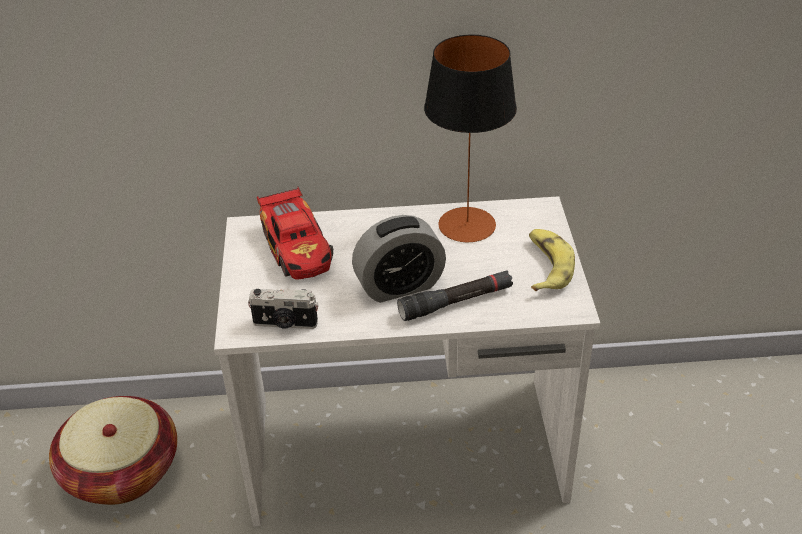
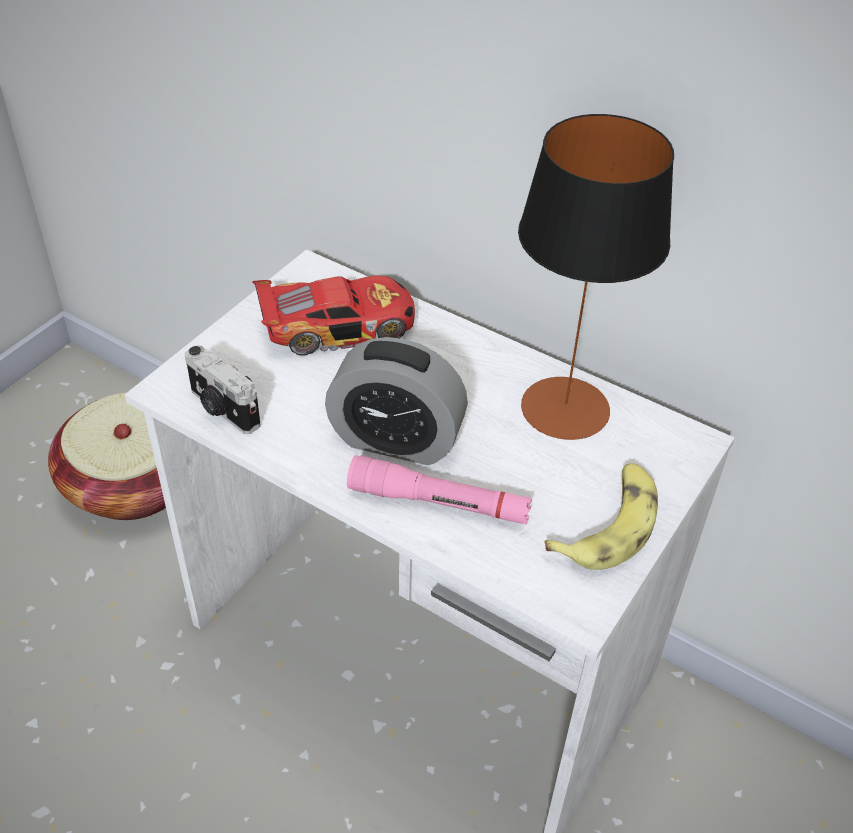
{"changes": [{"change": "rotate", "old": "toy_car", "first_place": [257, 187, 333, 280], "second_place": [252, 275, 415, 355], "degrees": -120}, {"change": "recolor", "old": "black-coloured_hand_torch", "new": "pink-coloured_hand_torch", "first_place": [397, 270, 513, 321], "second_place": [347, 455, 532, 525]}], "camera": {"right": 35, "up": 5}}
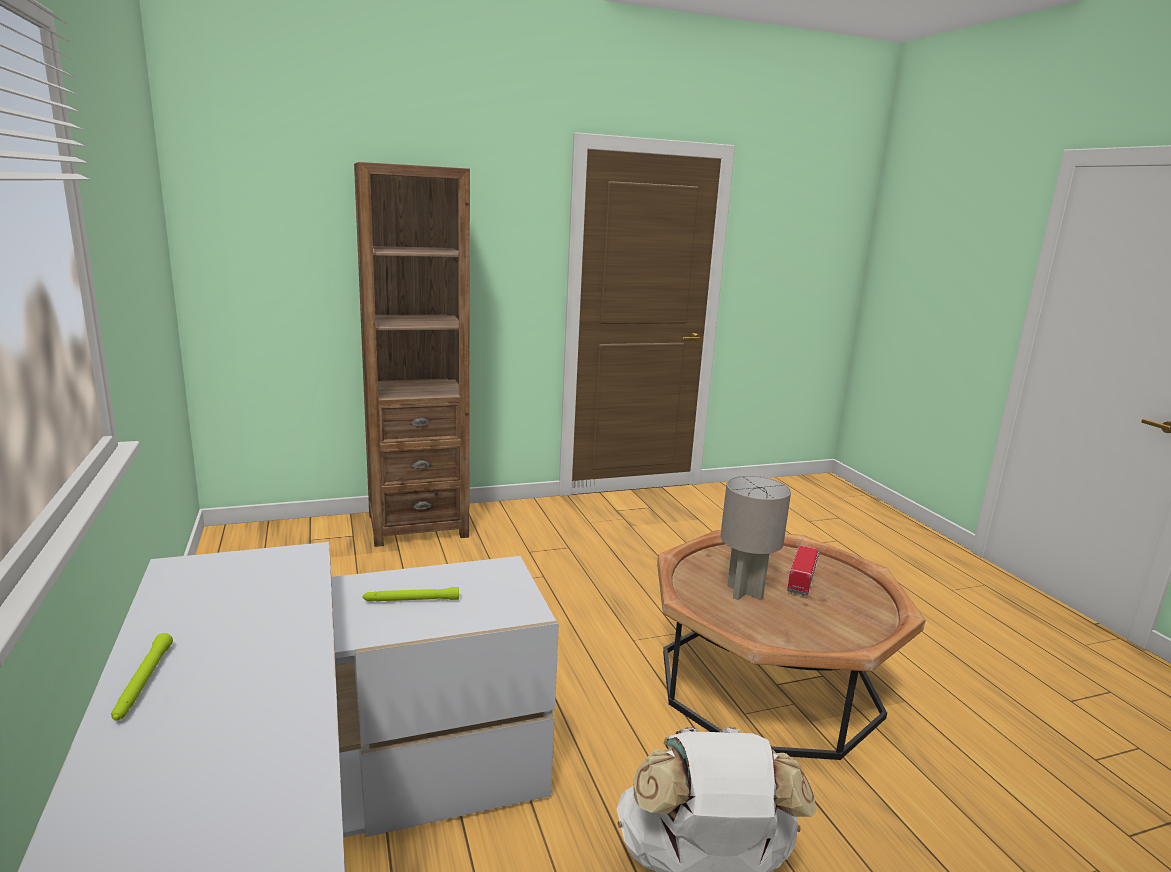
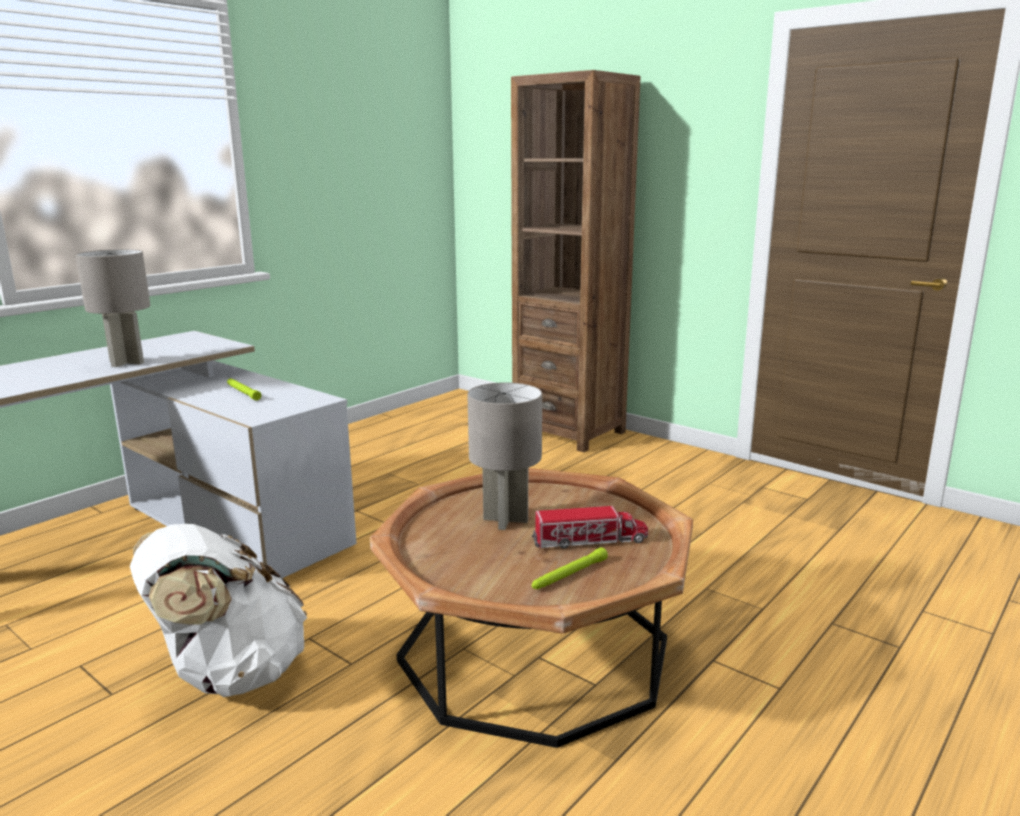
{"changes": [{"change": "insert", "new": "grey_table_lamp", "second_place": [76, 249, 151, 367]}, {"change": "move", "old": "green-coloured_hand_torch", "first_place": [111, 633, 173, 721], "second_place": [532, 547, 608, 589]}], "camera": {"right": 60, "up": 0}}
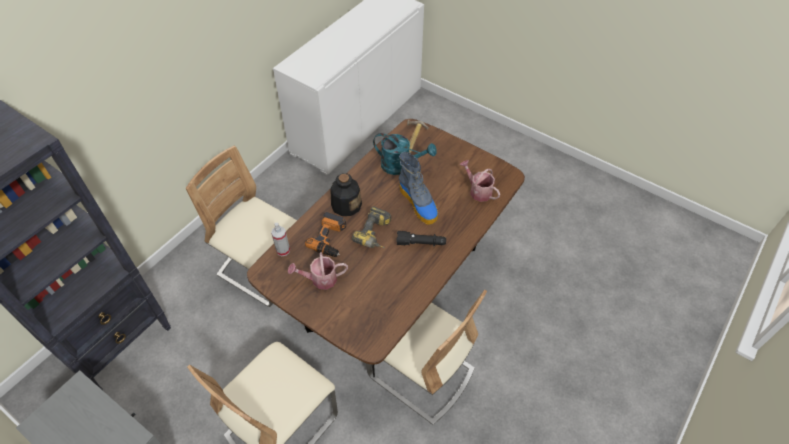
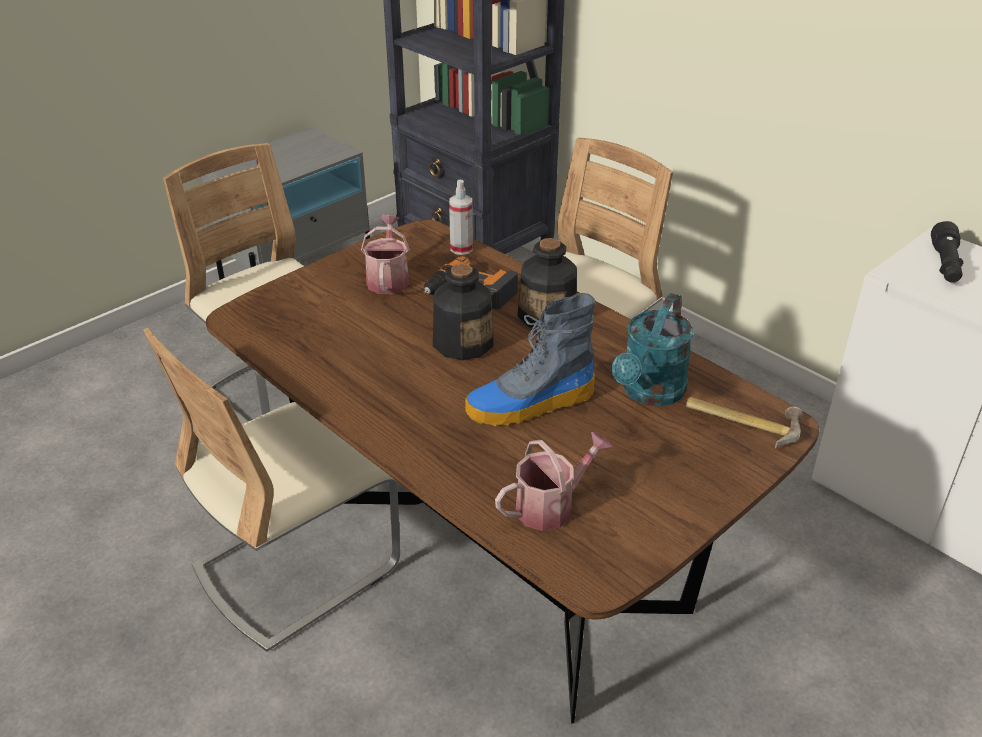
{"changes": [{"change": "replace", "old": "drill", "new": "bottle", "first_place": [352, 206, 391, 248], "second_place": [433, 264, 494, 360]}, {"change": "move", "old": "black-coloured_hand_torch", "first_place": [396, 231, 446, 246], "second_place": [931, 221, 964, 283]}], "camera": {"right": 100, "up": -15}}
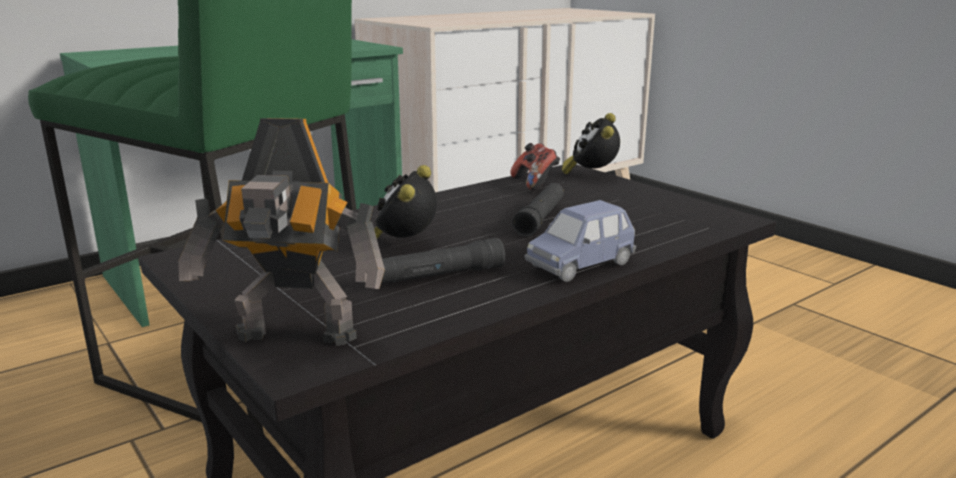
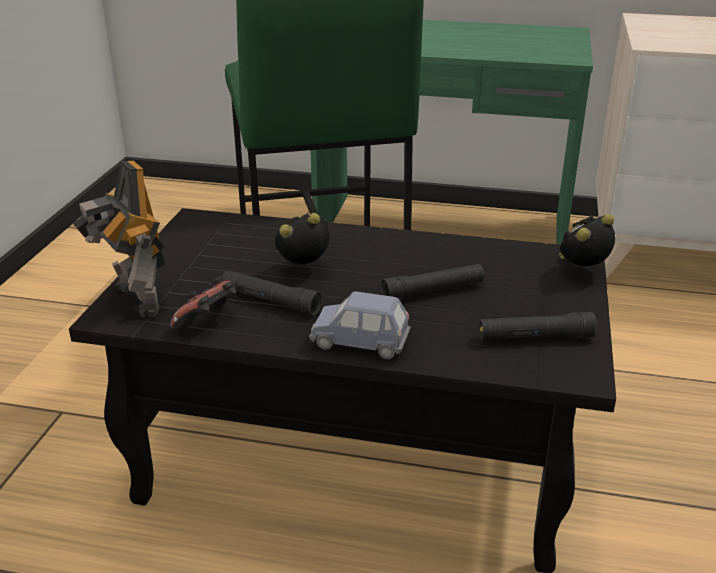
{"changes": [{"change": "move", "old": "gamepad", "first_place": [510, 143, 560, 190], "second_place": [170, 277, 236, 332]}, {"change": "insert", "new": "black-coloured_hand_torch", "second_place": [479, 312, 597, 340]}], "camera": {"right": 50, "up": 10}}
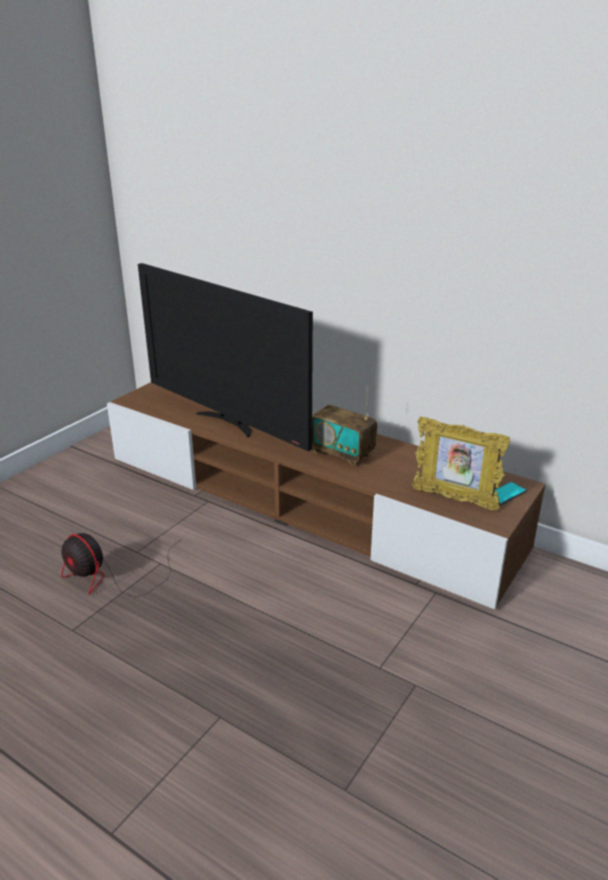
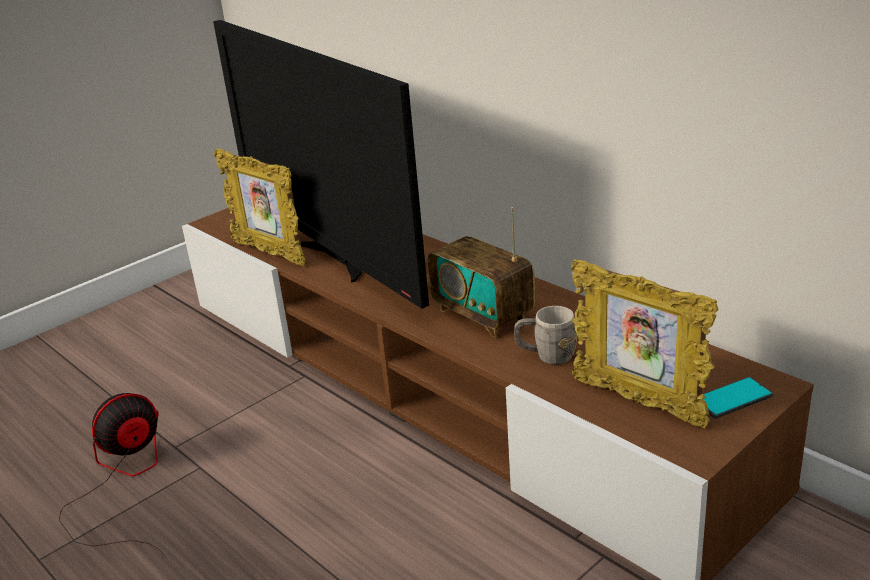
{"changes": [{"change": "rotate", "old": "cooling_fan", "first_place": [61, 533, 181, 597], "second_place": [59, 393, 167, 559], "degrees": 90}, {"change": "insert", "new": "standing_frame", "second_place": [214, 148, 305, 266]}, {"change": "insert", "new": "grey_tea_mug", "second_place": [514, 306, 577, 365]}], "camera": {"right": 15, "up": 0}}
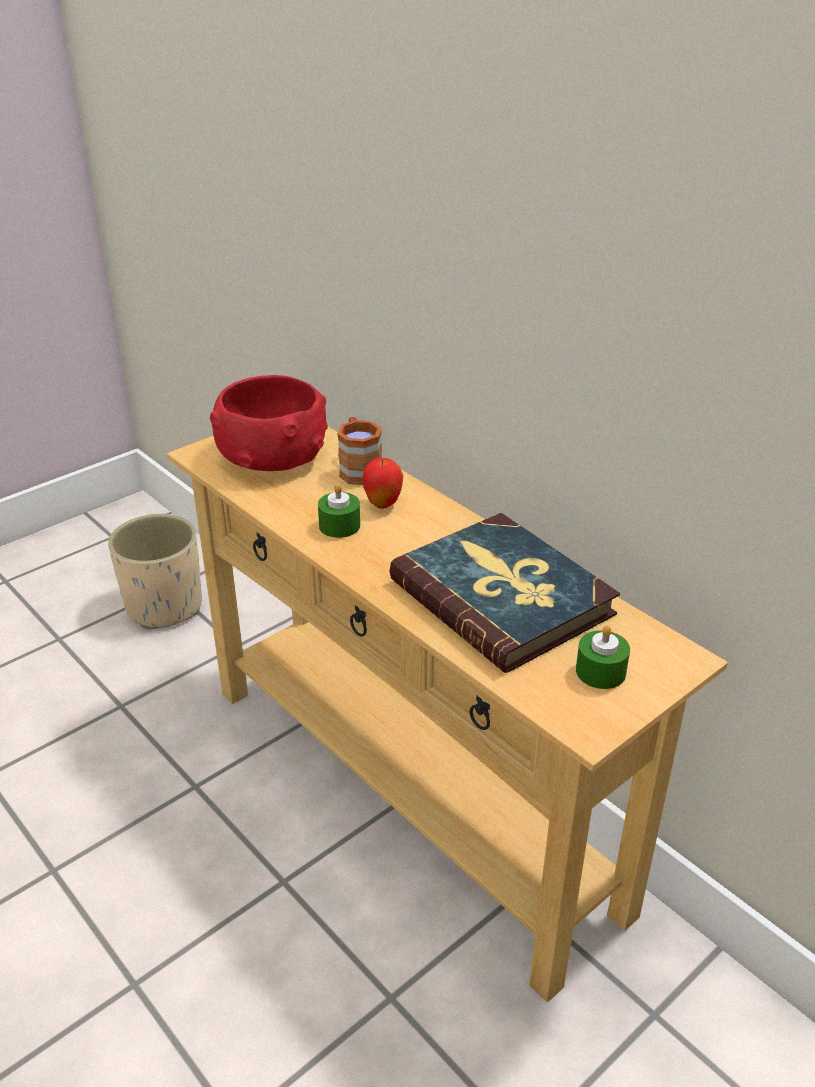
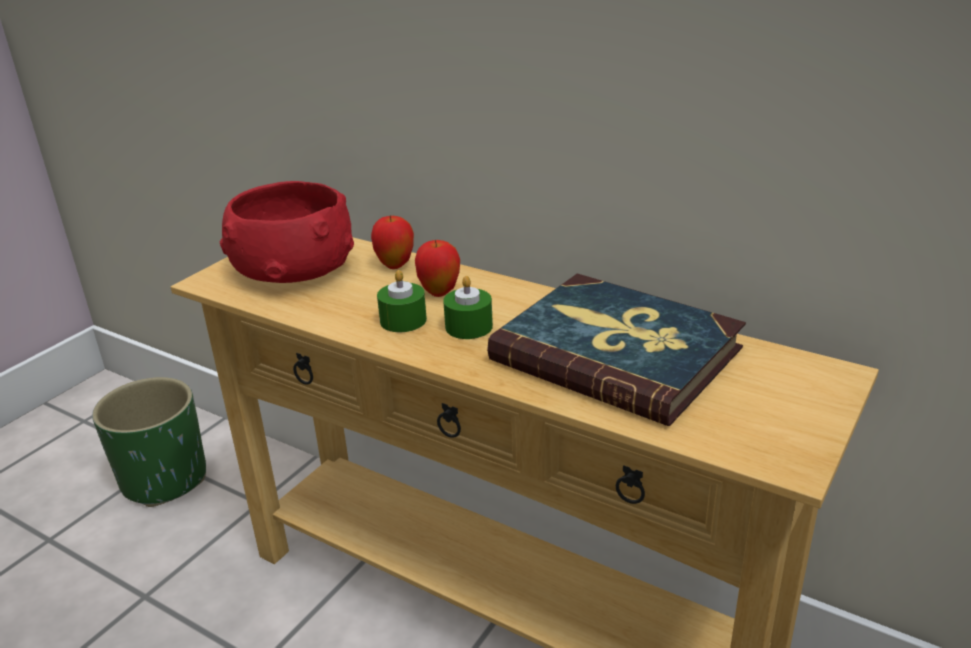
{"changes": [{"change": "recolor", "old": "beige-coloured_plant_pot", "new": "green-coloured_plant_pot", "first_place": [108, 514, 202, 629], "second_place": [92, 377, 206, 507]}, {"change": "replace", "old": "brown_tea_mug", "new": "apple_fruit", "first_place": [337, 417, 382, 485], "second_place": [371, 215, 414, 269]}, {"change": "move", "old": "green-coloured_wax_candle", "first_place": [576, 625, 630, 689], "second_place": [443, 276, 493, 339]}], "camera": {"right": -15, "up": -5}}
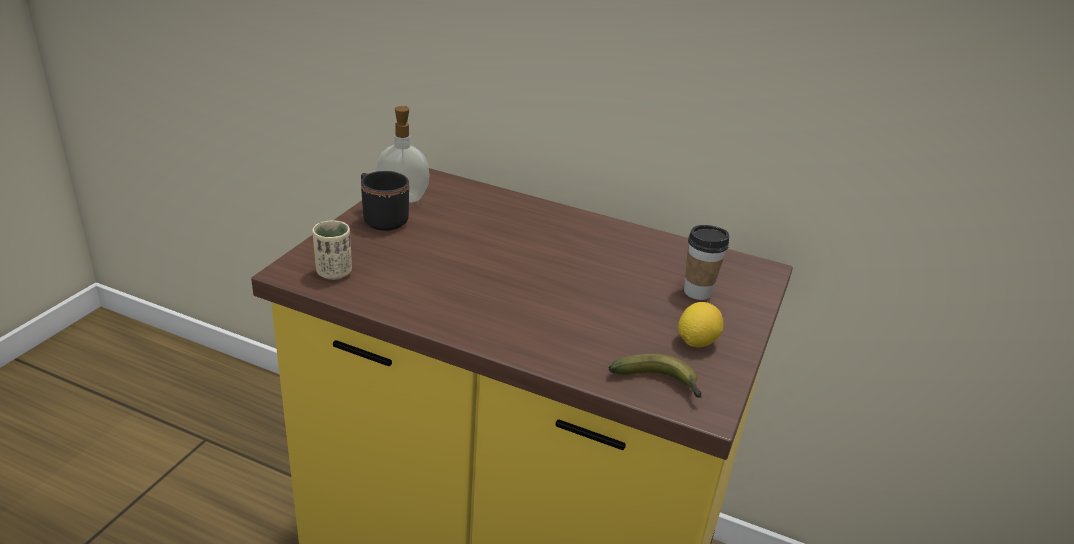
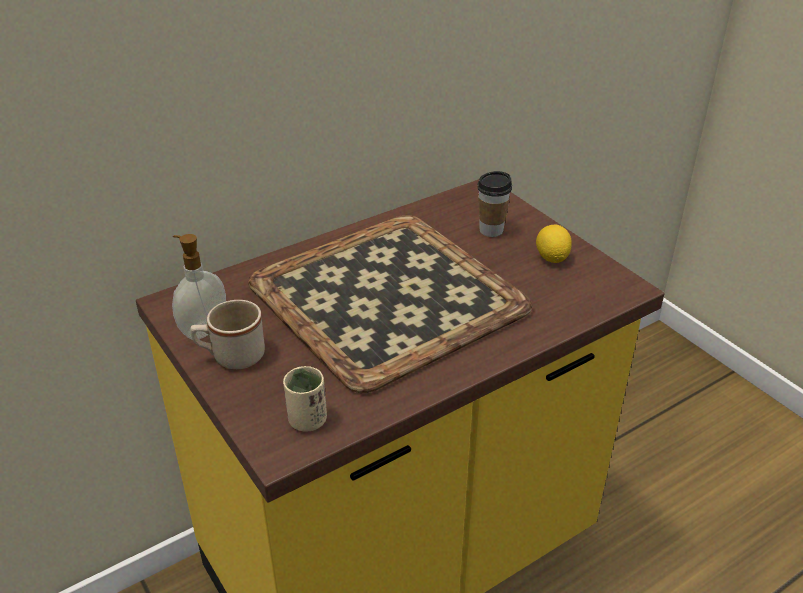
{"changes": [{"change": "recolor", "old": "black-coloured_tea_mug", "new": "beige-coloured_tea_mug", "first_place": [361, 171, 409, 231], "second_place": [190, 300, 265, 369]}, {"change": "insert", "new": "tray", "second_place": [248, 215, 532, 393]}, {"change": "delete", "old": "whole_banana", "first_place": [609, 354, 702, 398]}], "camera": {"right": -55, "up": 5}}
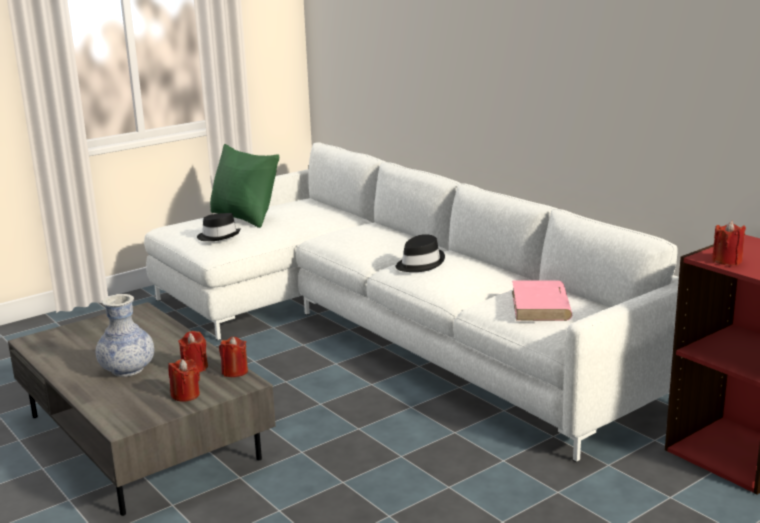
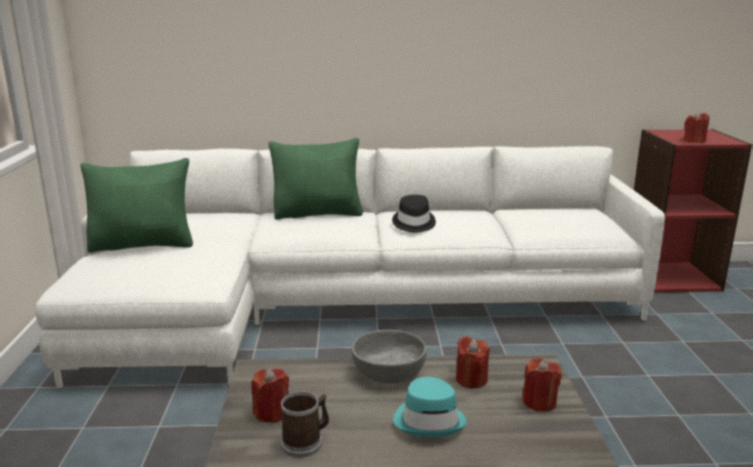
{"changes": [{"change": "move", "old": "red-coloured_wax_candle", "first_place": [219, 337, 248, 377], "second_place": [251, 368, 289, 423]}, {"change": "insert", "new": "green-coloured_pillow", "second_place": [268, 138, 363, 220]}, {"change": "insert", "new": "tea_mug", "second_place": [281, 391, 329, 458]}, {"change": "insert", "new": "grey_bowl", "second_place": [352, 330, 427, 384]}, {"change": "replace", "old": "flower_vase", "new": "turquoise-coloured_wearable_hat", "first_place": [96, 294, 154, 377], "second_place": [393, 377, 467, 437]}, {"change": "delete", "old": "black-coloured_wearable_hat", "first_place": [197, 213, 241, 241]}, {"change": "delete", "old": "pink-coloured_book", "first_place": [512, 280, 572, 321]}], "camera": {"right": -55, "up": 0}}
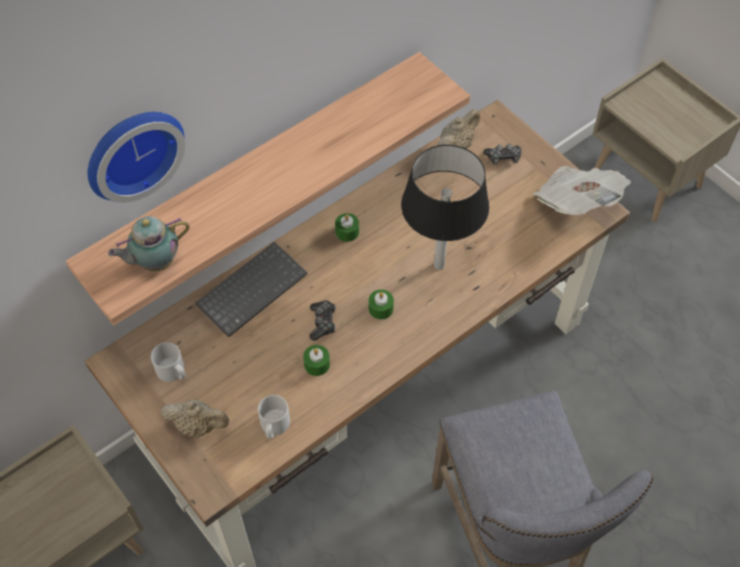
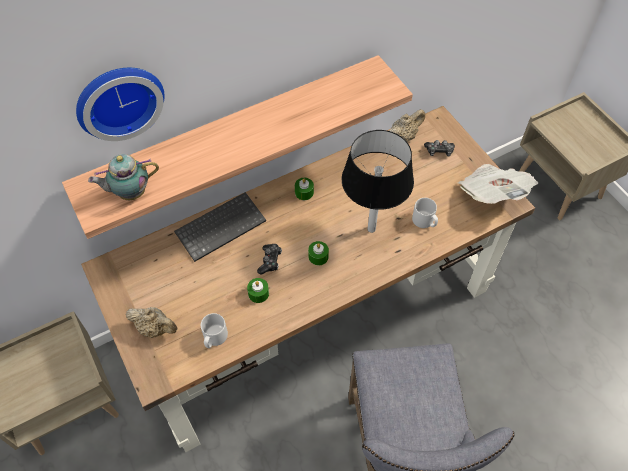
{"changes": [{"change": "move", "old": "grey_tea_mug", "first_place": [151, 342, 186, 382], "second_place": [412, 198, 438, 228]}], "camera": {"right": 10, "up": 0}}
